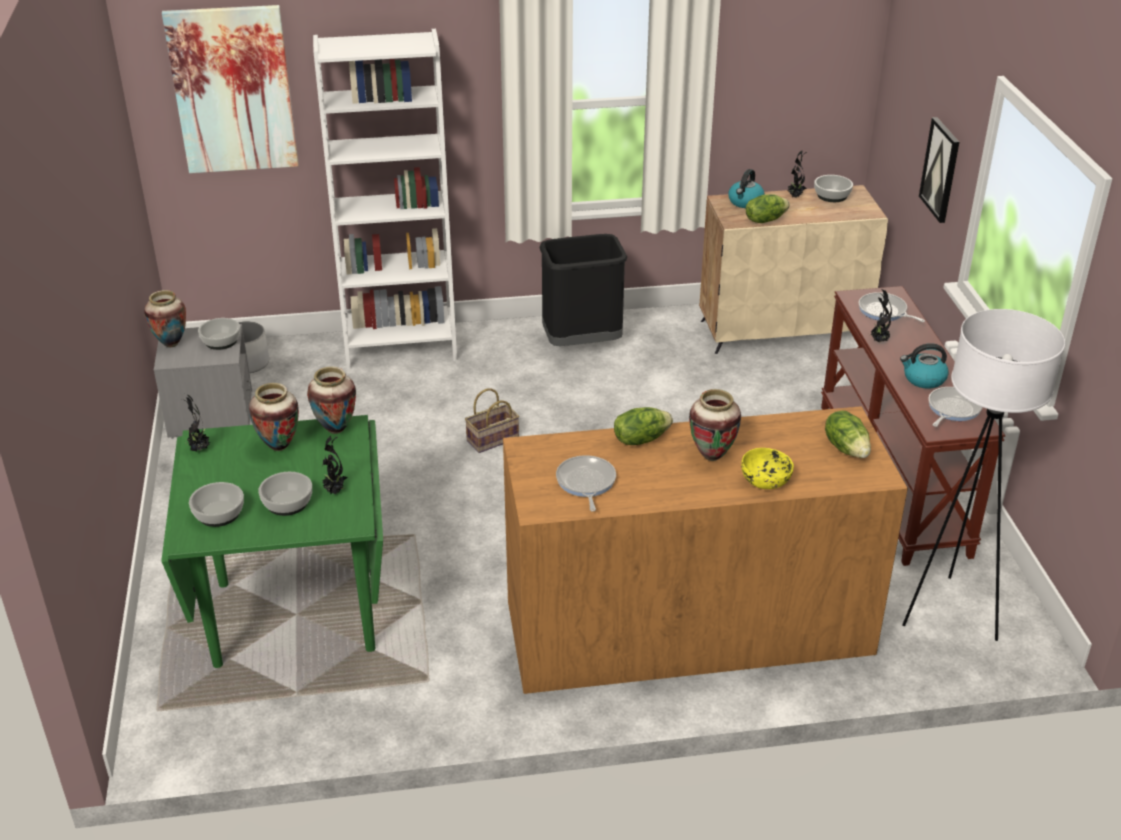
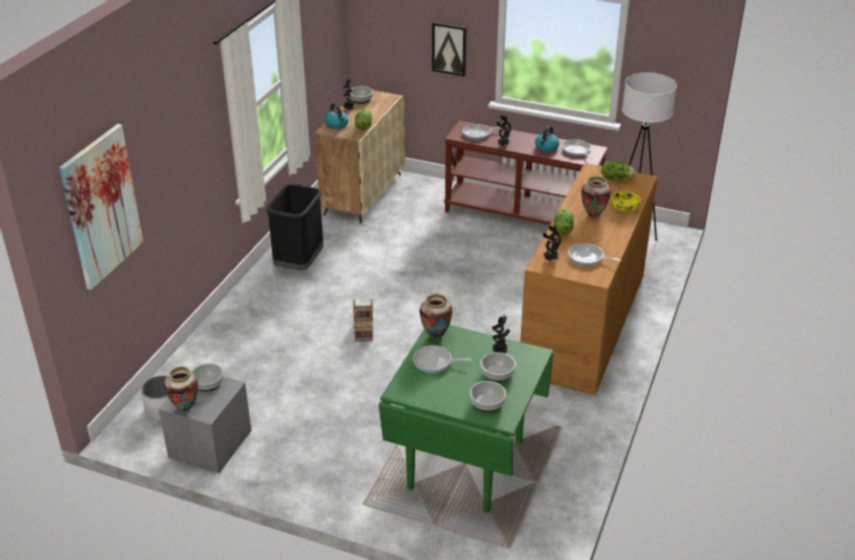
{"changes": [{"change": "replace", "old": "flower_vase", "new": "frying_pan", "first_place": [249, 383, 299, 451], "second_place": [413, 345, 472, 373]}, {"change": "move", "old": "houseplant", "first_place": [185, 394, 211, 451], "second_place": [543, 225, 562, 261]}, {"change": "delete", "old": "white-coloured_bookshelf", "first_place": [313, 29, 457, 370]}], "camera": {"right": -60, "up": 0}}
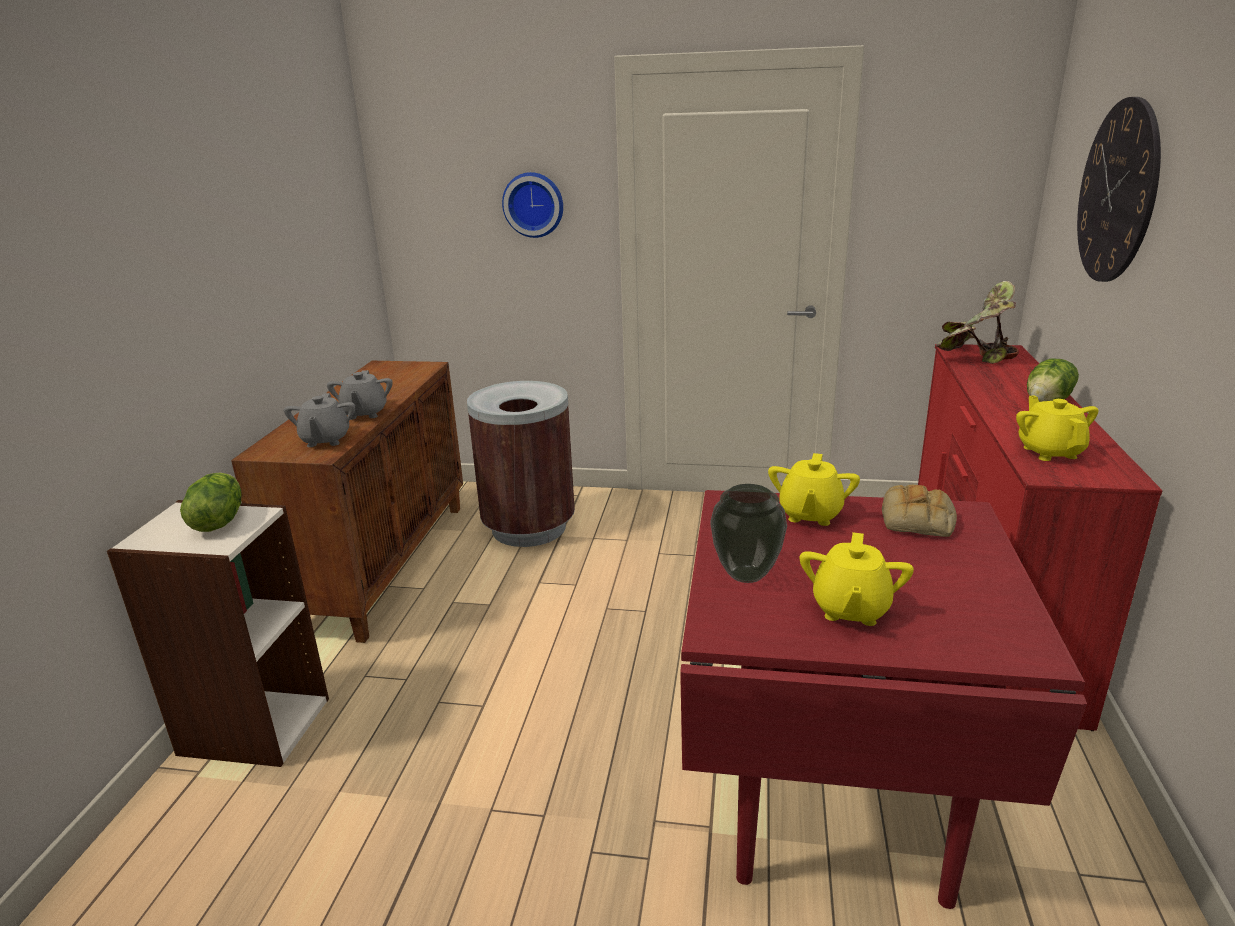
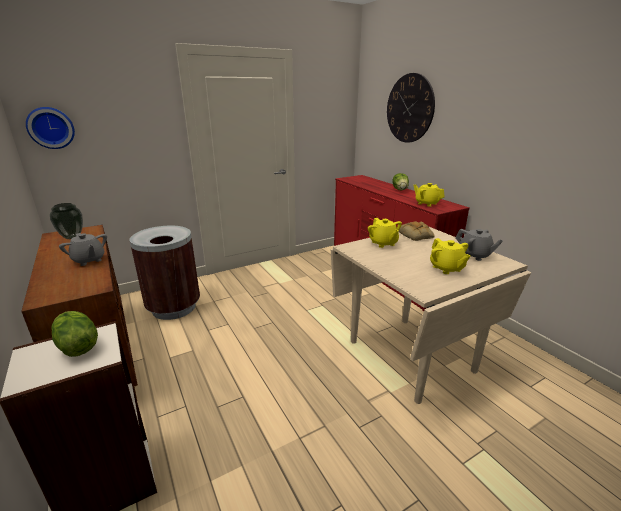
{"changes": [{"change": "move", "old": "clock_on_the_wall", "first_place": [502, 172, 563, 238], "second_place": [26, 107, 75, 149]}, {"change": "move", "old": "flower_vase", "first_place": [710, 484, 787, 583], "second_place": [50, 203, 83, 239]}, {"change": "recolor", "old": "red-coloured_dining_table", "new": "beige-coloured_dining_table", "first_place": [680, 490, 1087, 909], "second_place": [331, 227, 531, 404]}, {"change": "move", "old": "grey_pot_for_tea", "first_place": [284, 393, 355, 447], "second_place": [456, 229, 503, 261]}, {"change": "delete", "old": "houseplant", "first_place": [935, 281, 1019, 364]}], "camera": {"right": -40, "up": 0}}
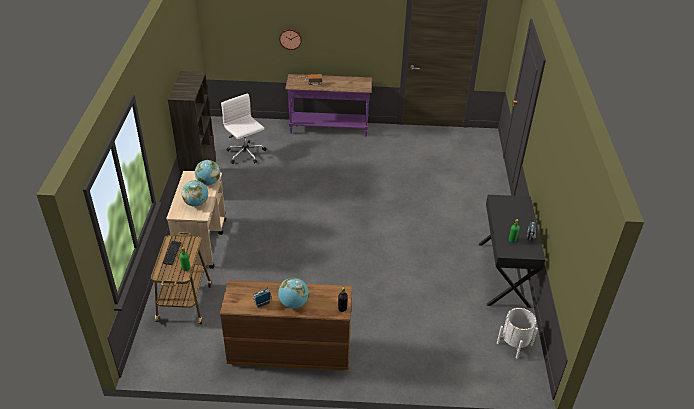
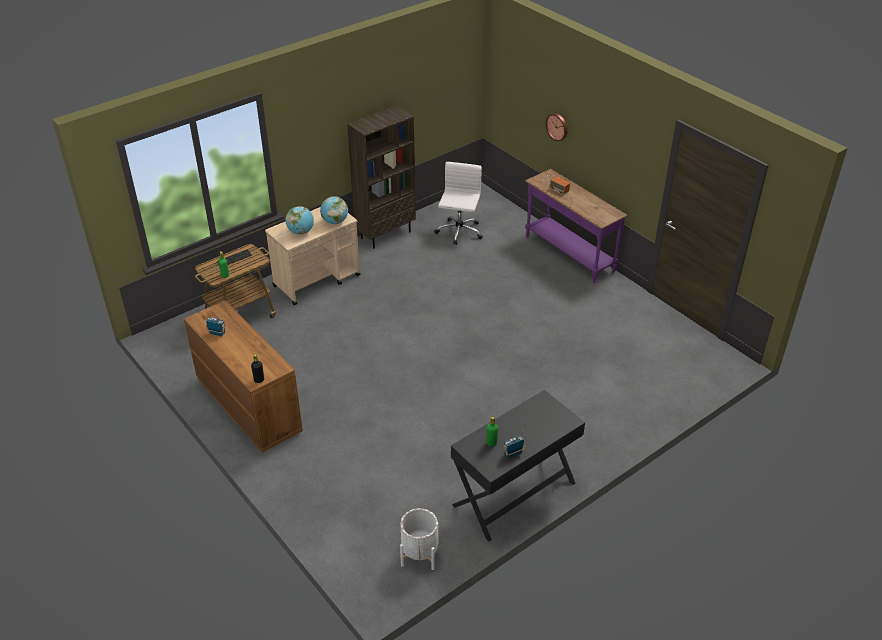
{"changes": [{"change": "delete", "old": "desk_globe", "first_place": [278, 278, 309, 309]}], "camera": {"right": 50, "up": 0}}
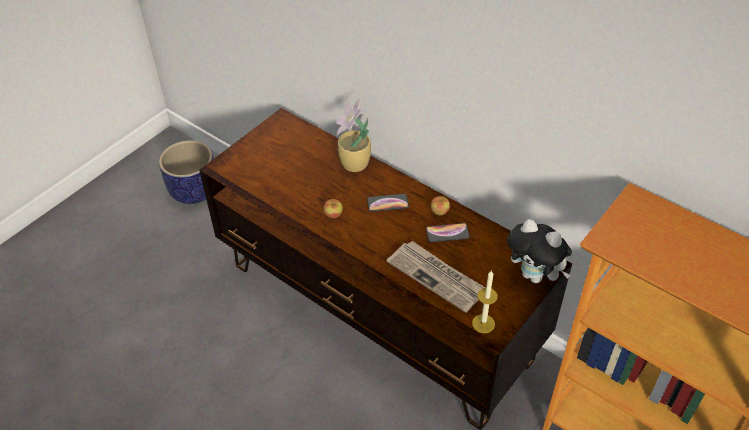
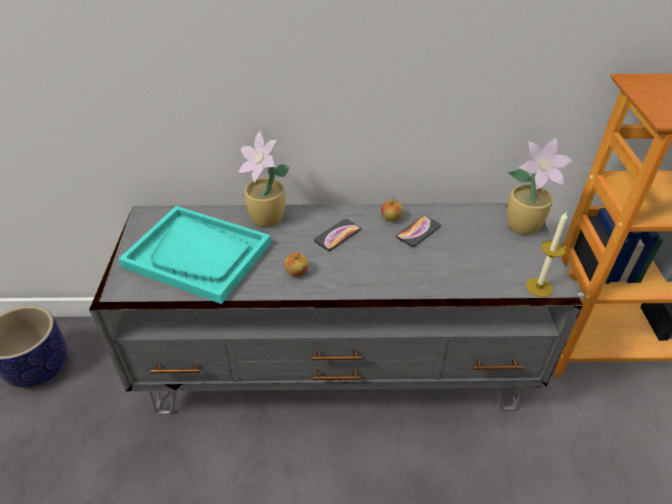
{"changes": [{"change": "recolor", "old": "brown_tv_stand", "new": "grey_tv_stand", "first_place": [199, 108, 572, 430], "second_place": [89, 203, 583, 415]}, {"change": "insert", "new": "turquoise-coloured_tray", "second_place": [118, 206, 271, 304]}, {"change": "replace", "old": "cuddly_toy", "new": "houseplant", "first_place": [507, 219, 572, 283], "second_place": [507, 139, 573, 235]}, {"change": "delete", "old": "daily_paper", "first_place": [387, 241, 486, 313]}], "camera": {"right": -40, "up": -5}}
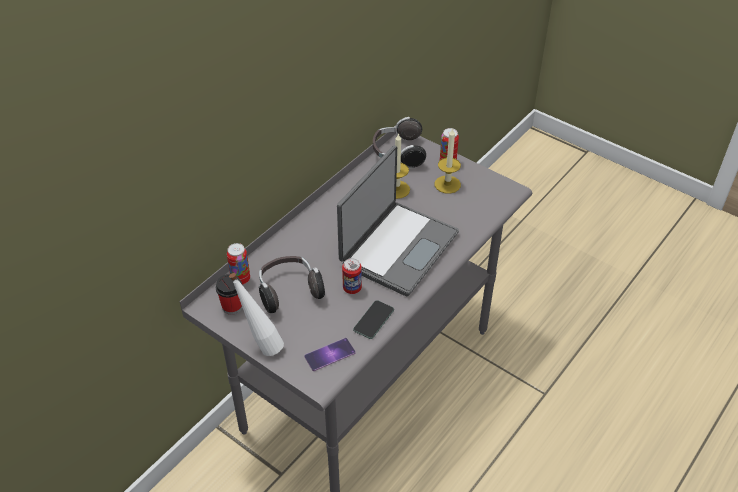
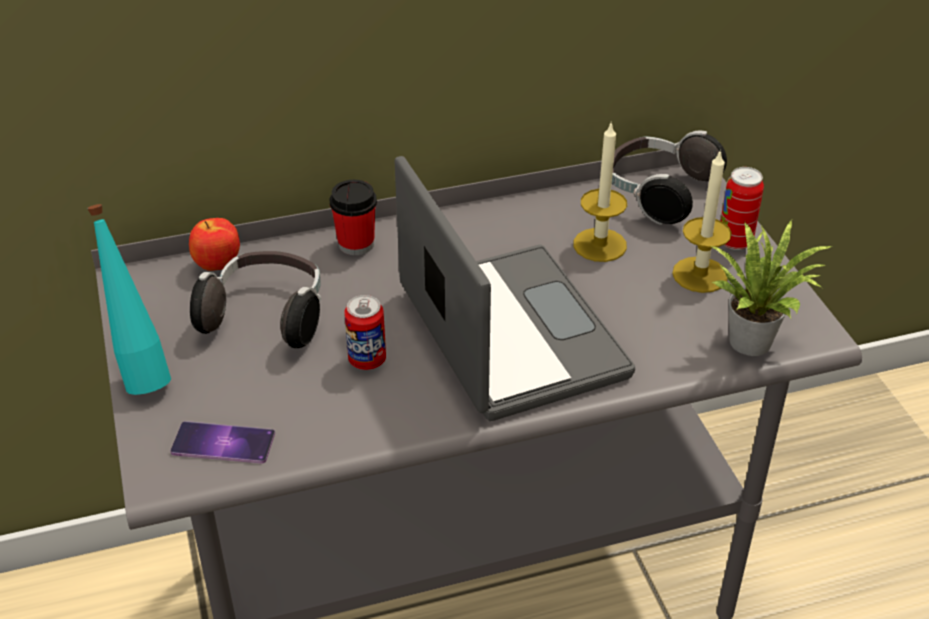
{"changes": [{"change": "recolor", "old": "white-coloured_bottle", "new": "turquoise-coloured_bottle", "first_place": [229, 273, 284, 356], "second_place": [87, 204, 171, 395]}, {"change": "replace", "old": "can", "new": "apple_fruit", "first_place": [227, 243, 250, 285], "second_place": [189, 218, 240, 271]}, {"change": "move", "old": "cup", "first_place": [216, 274, 242, 315], "second_place": [330, 180, 377, 255]}, {"change": "rotate", "old": "notebook_computer", "first_place": [337, 145, 459, 296], "second_place": [394, 156, 635, 421], "degrees": -90}, {"change": "insert", "new": "houseplant", "second_place": [709, 220, 834, 356]}, {"change": "delete", "old": "phone", "first_place": [353, 300, 394, 339]}], "camera": {"right": 35, "up": -5}}
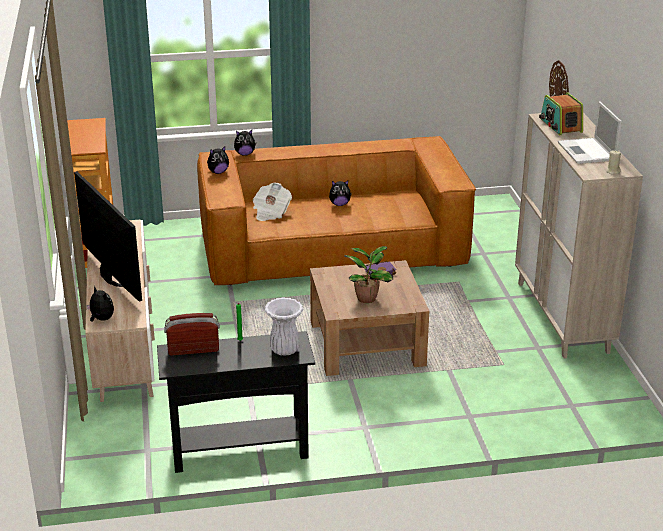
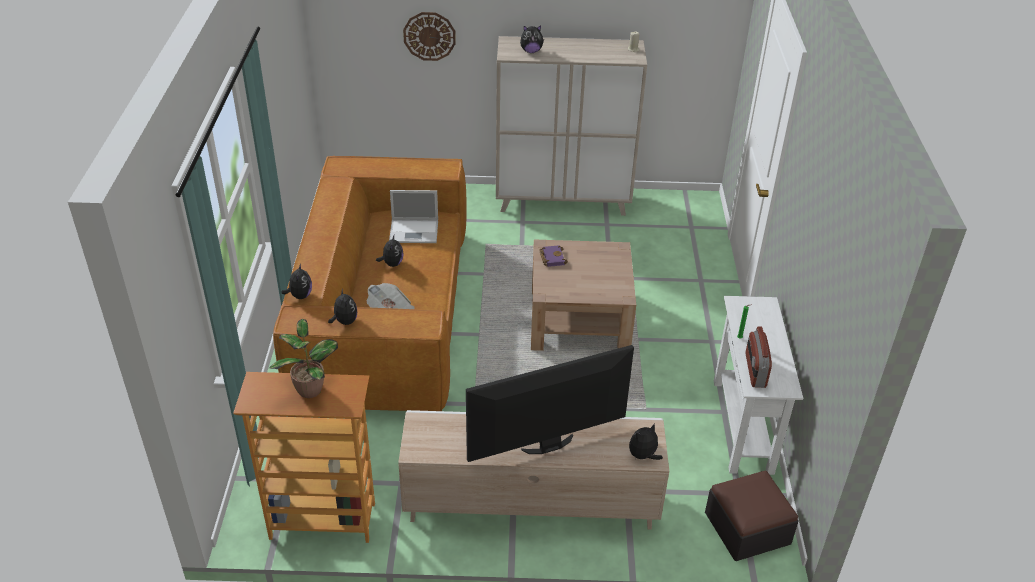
{"changes": [{"change": "move", "old": "houseplant", "first_place": [344, 246, 393, 303], "second_place": [270, 319, 338, 398]}, {"change": "move", "old": "notebook_computer", "first_place": [558, 101, 622, 164], "second_place": [389, 190, 438, 243]}, {"change": "replace", "old": "radio", "new": "cuddly_toy", "first_place": [539, 92, 583, 135], "second_place": [520, 25, 544, 53]}, {"change": "insert", "new": "footrest", "second_place": [705, 471, 799, 561]}, {"change": "recolor", "old": "black-coloured_narrow_table", "new": "white-coloured_narrow_table", "first_place": [157, 331, 315, 473], "second_place": [714, 296, 803, 475]}, {"change": "delete", "old": "white-coloured_flower_vase", "first_place": [265, 297, 303, 356]}], "camera": {"right": -80, "up": 10}}
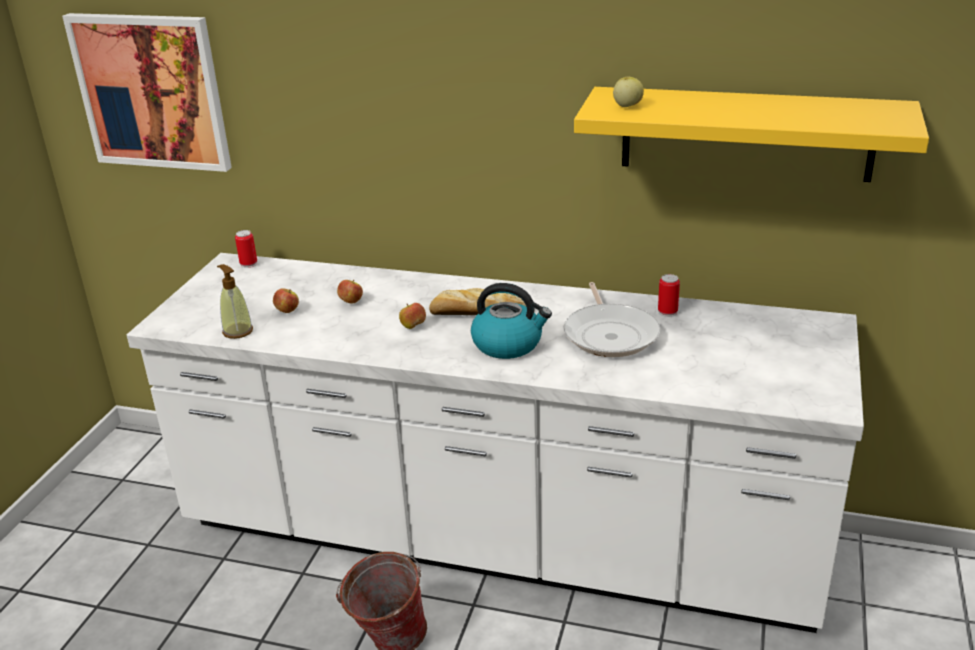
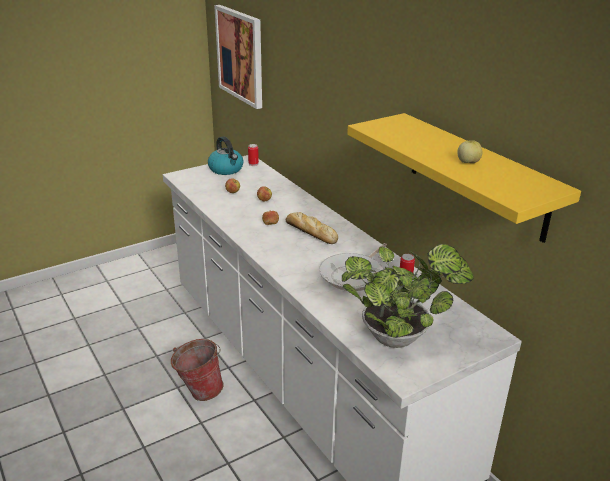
{"changes": [{"change": "move", "old": "water_kettle", "first_place": [471, 283, 552, 359], "second_place": [208, 136, 244, 175]}, {"change": "insert", "new": "houseplant", "second_place": [342, 244, 474, 348]}, {"change": "move", "old": "apple_fruit", "first_place": [613, 77, 644, 107], "second_place": [457, 140, 482, 163]}, {"change": "delete", "old": "liquid_soap_bottle", "first_place": [217, 264, 253, 339]}], "camera": {"right": 40, "up": 0}}
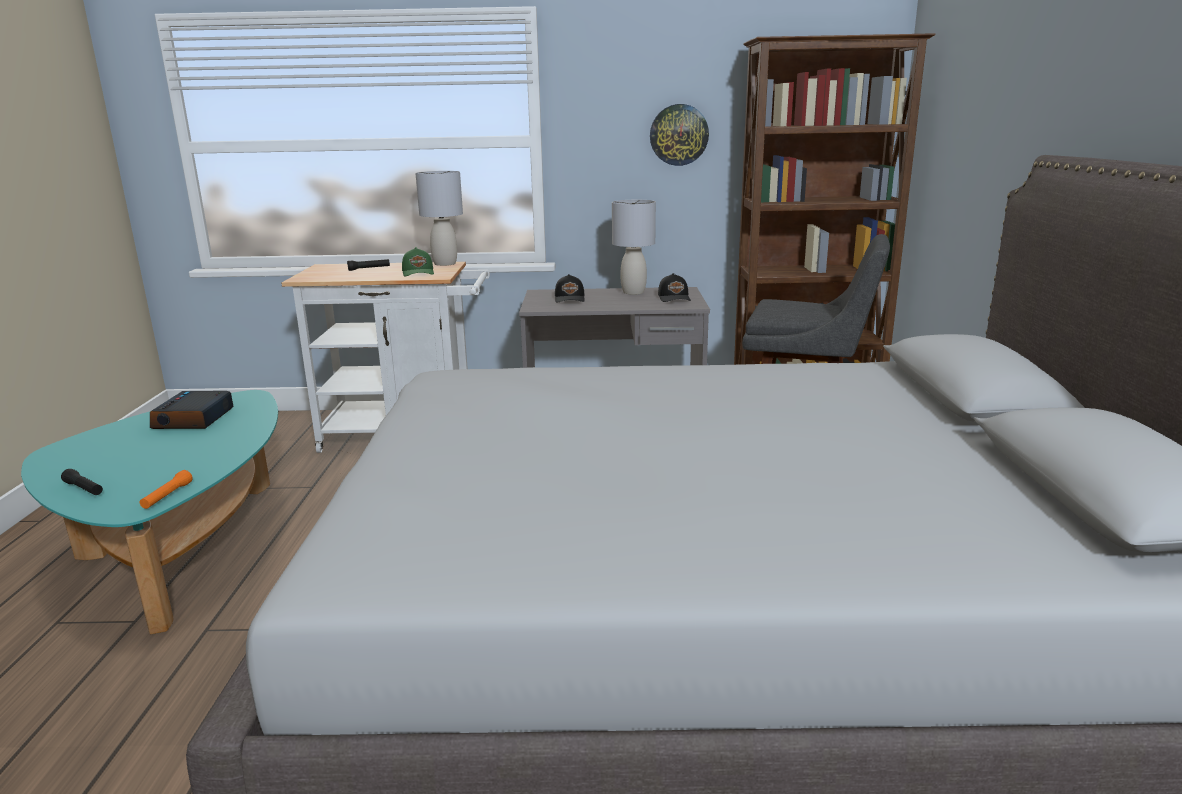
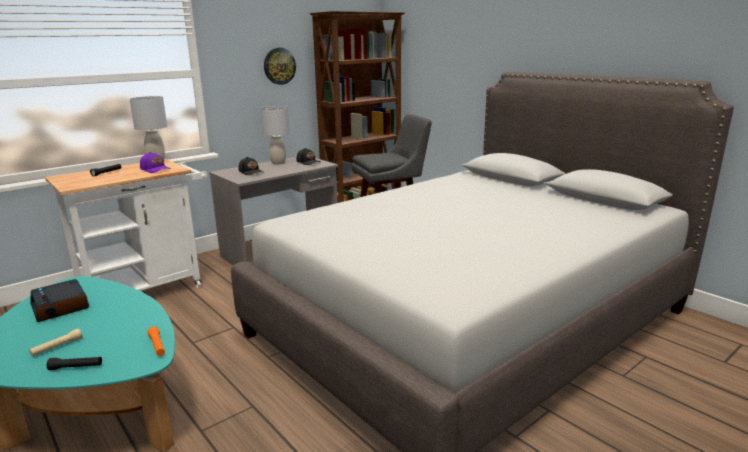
{"changes": [{"change": "insert", "new": "beige-coloured_hand_torch", "second_place": [29, 328, 83, 357]}, {"change": "recolor", "old": "green-coloured_cap", "new": "purplish_cap", "first_place": [402, 247, 434, 276], "second_place": [140, 152, 171, 173]}], "camera": {"right": -40, "up": 0}}
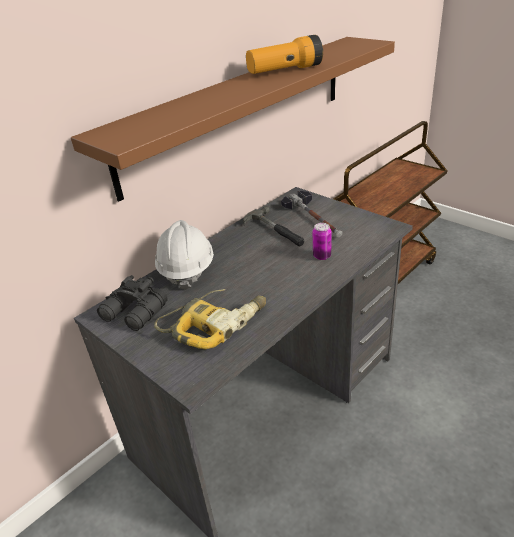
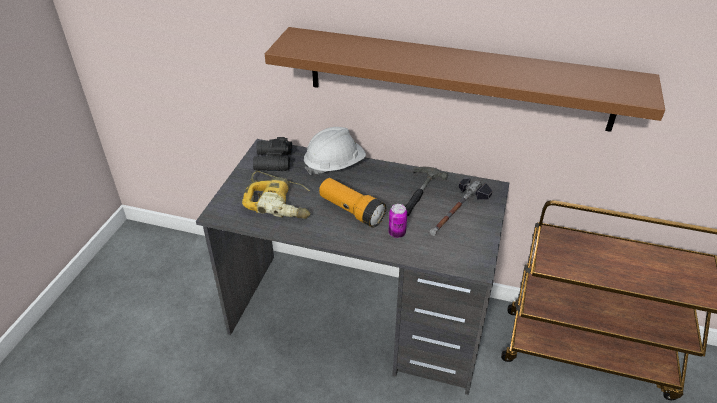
{"changes": [{"change": "move", "old": "hand_torch", "first_place": [246, 35, 323, 74], "second_place": [319, 178, 386, 227]}], "camera": {"right": 60, "up": 5}}
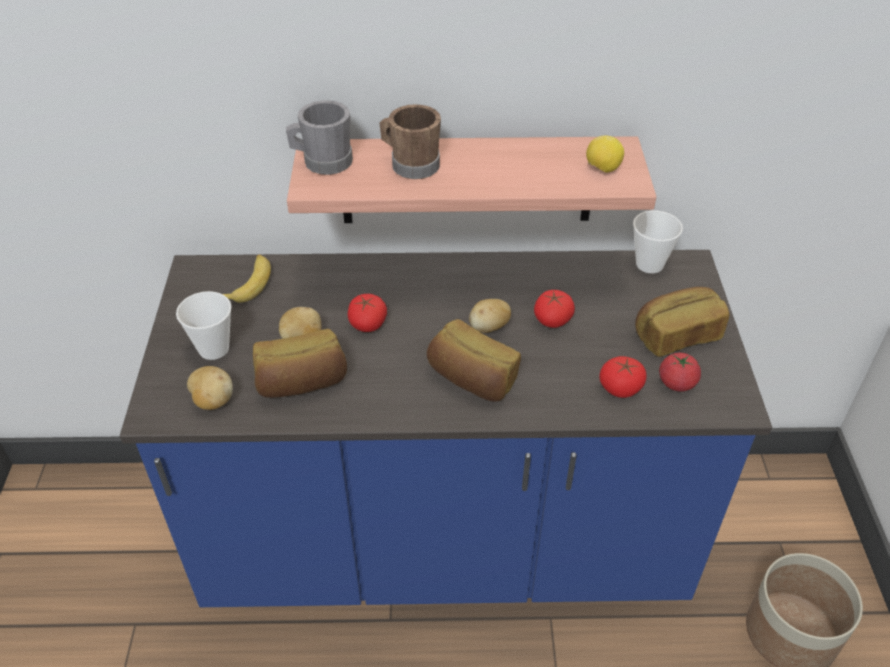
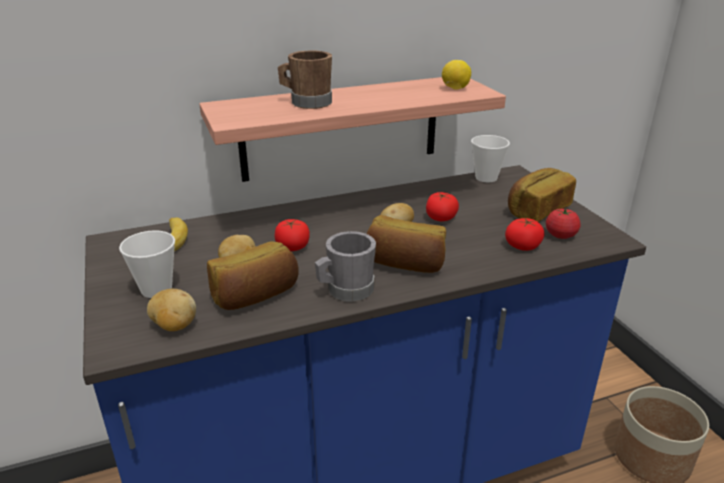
{"changes": [{"change": "move", "old": "grey_tea_mug", "first_place": [286, 100, 353, 175], "second_place": [315, 231, 376, 302]}], "camera": {"right": -20, "up": -15}}
